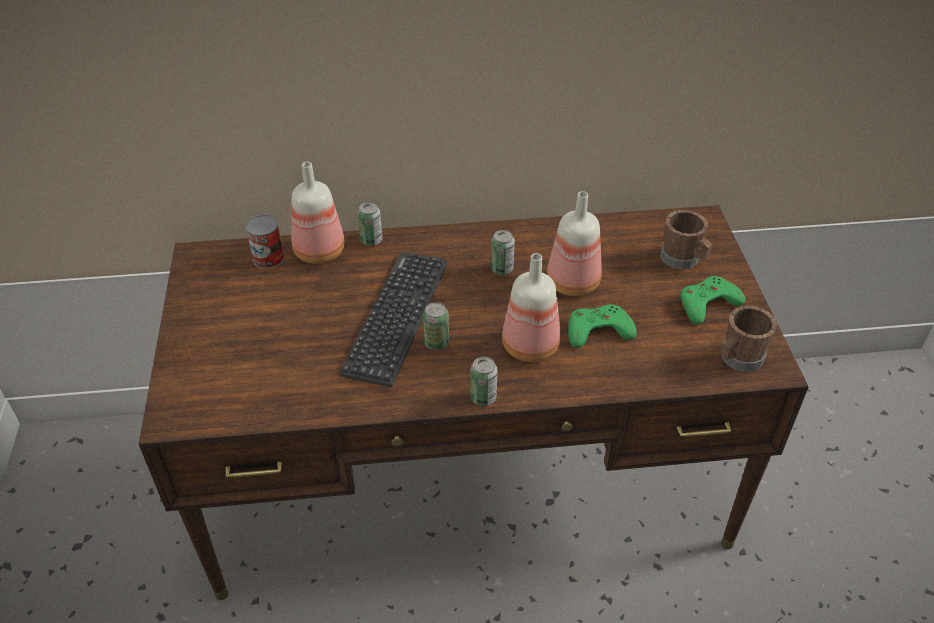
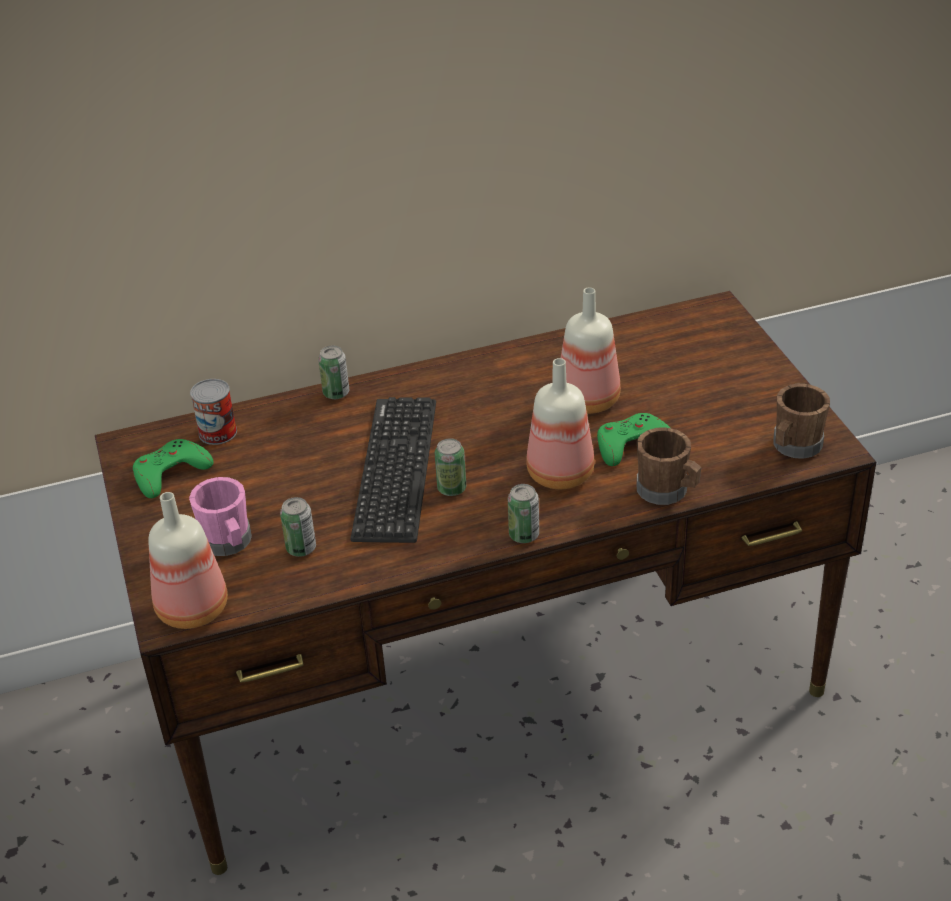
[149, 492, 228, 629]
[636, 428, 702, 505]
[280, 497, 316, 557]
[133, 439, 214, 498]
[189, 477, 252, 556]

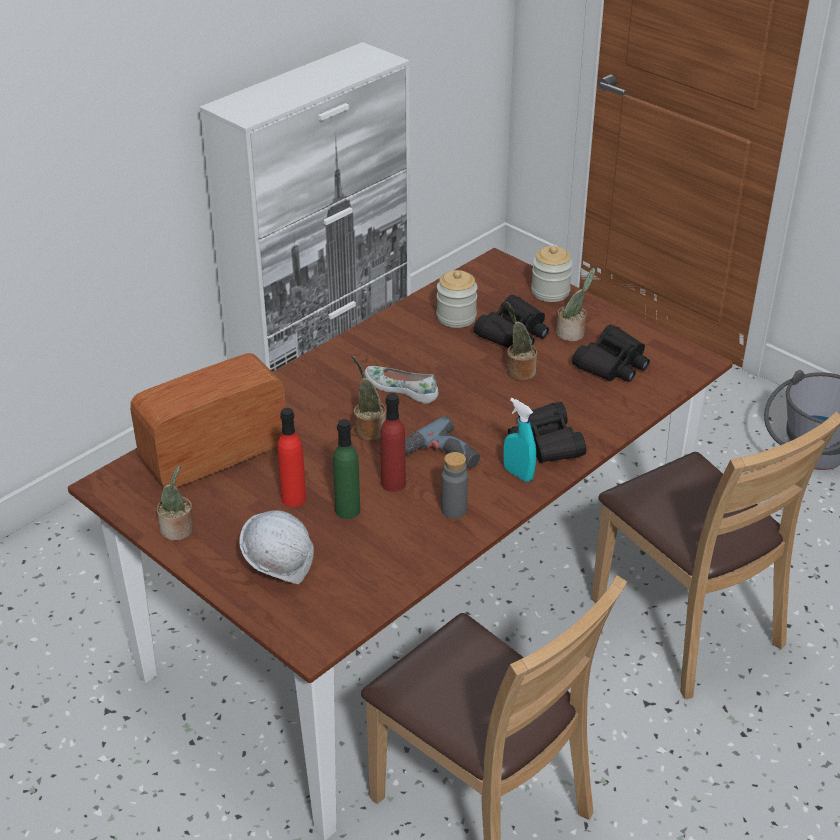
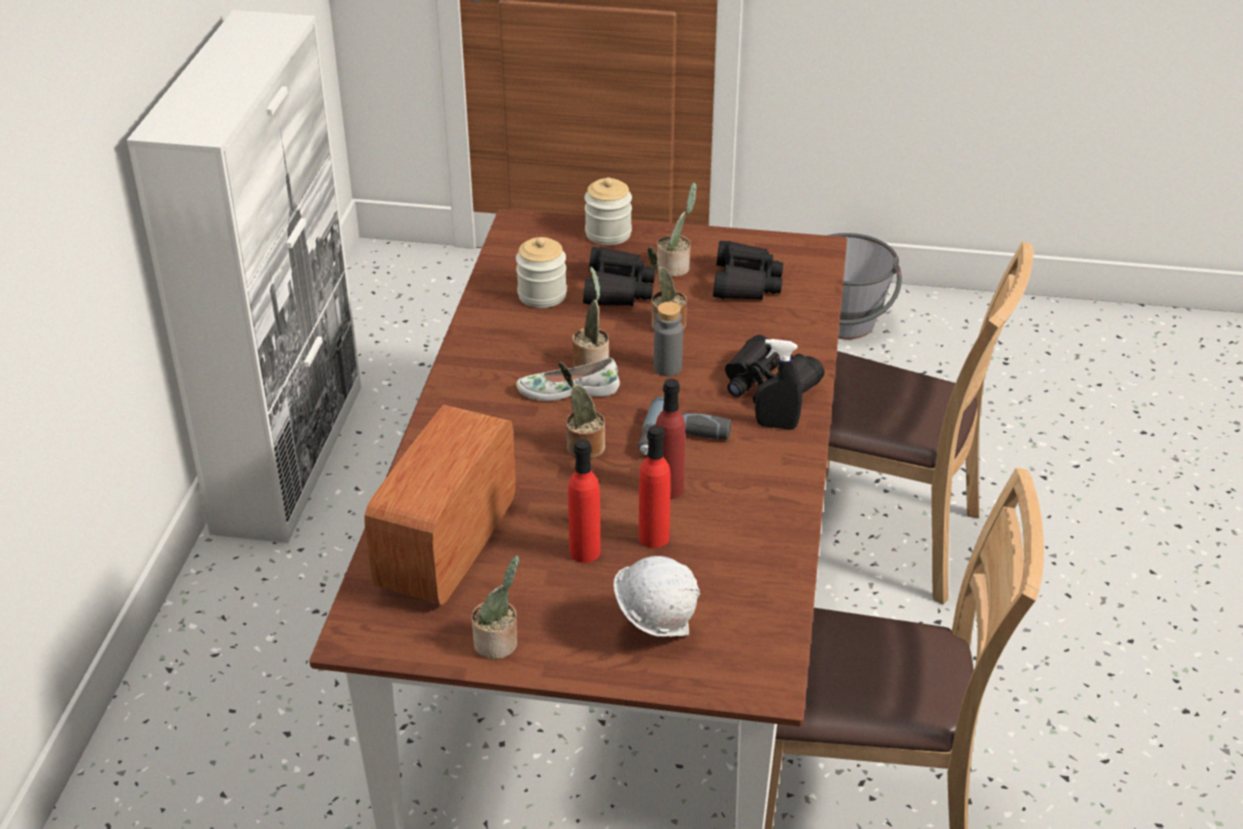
[755, 339, 802, 430]
[639, 425, 671, 548]
[654, 302, 683, 376]
[572, 267, 609, 367]

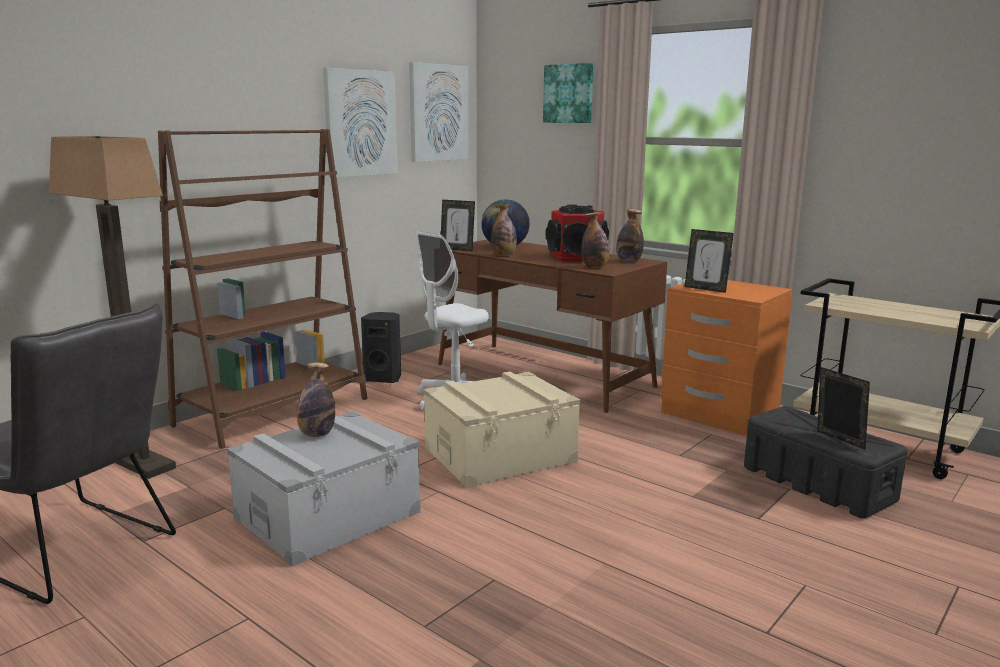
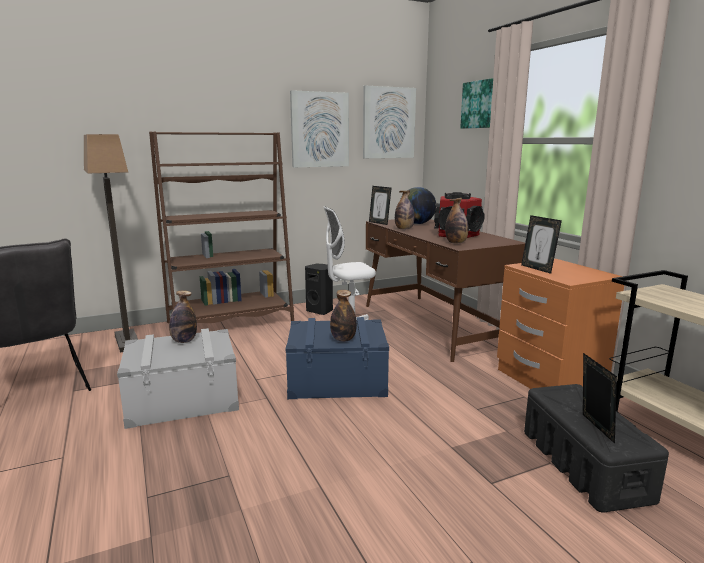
[330, 290, 357, 342]
[286, 317, 389, 399]

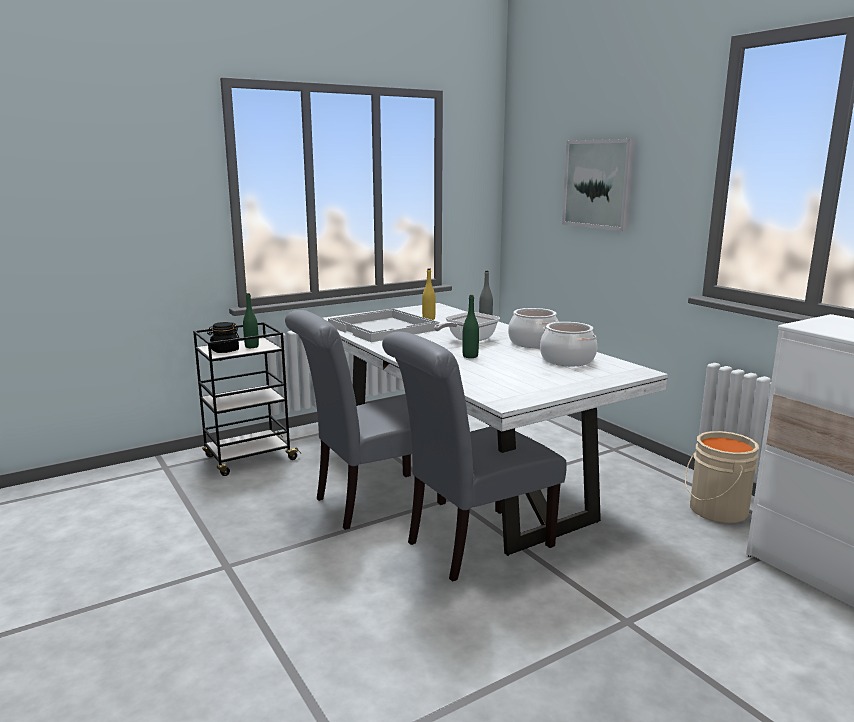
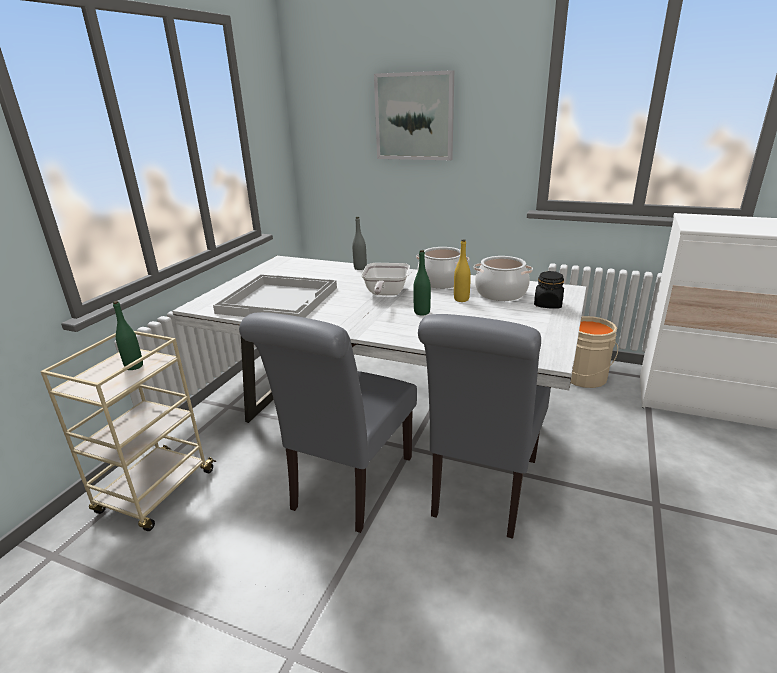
[454, 239, 471, 302]
[40, 331, 216, 531]
[534, 271, 564, 309]

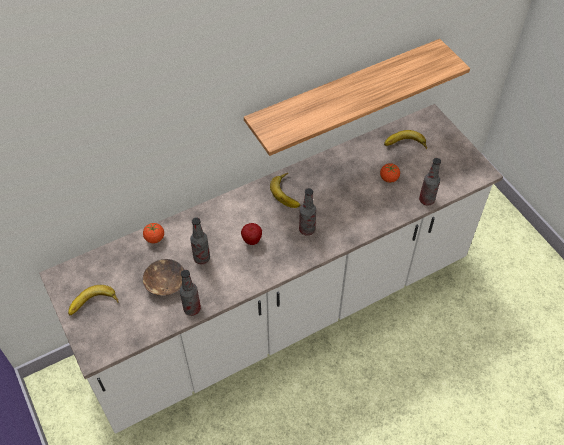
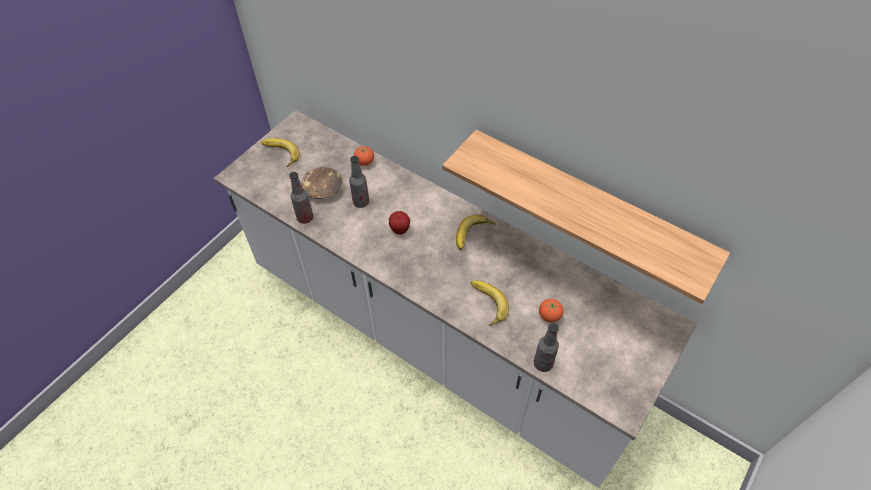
[471, 281, 509, 326]
[299, 188, 316, 236] (first image)

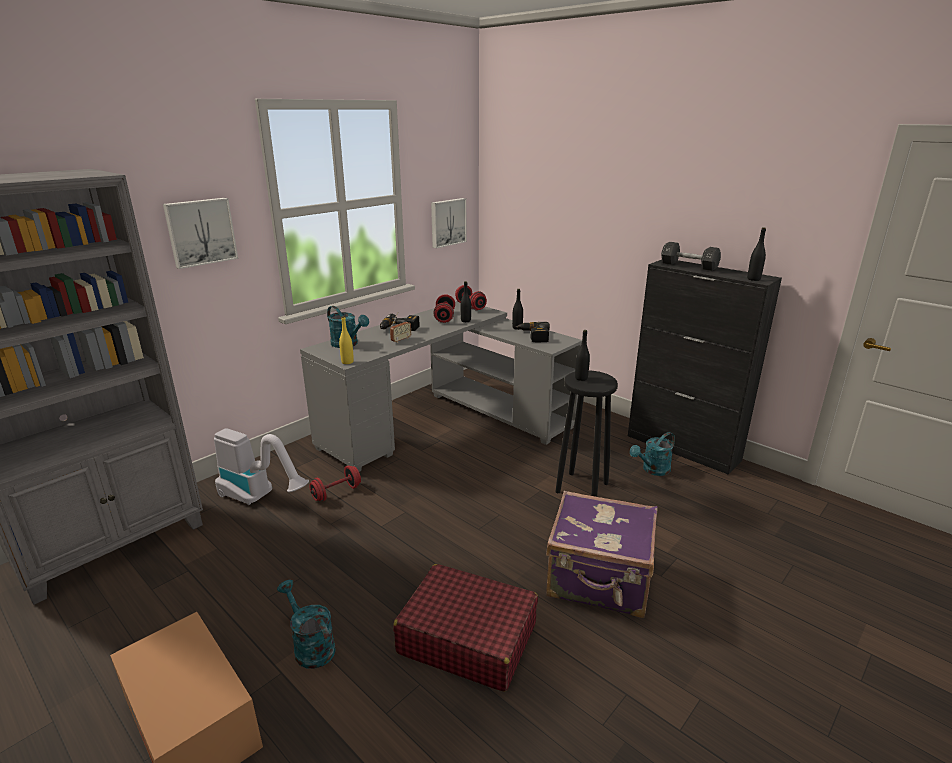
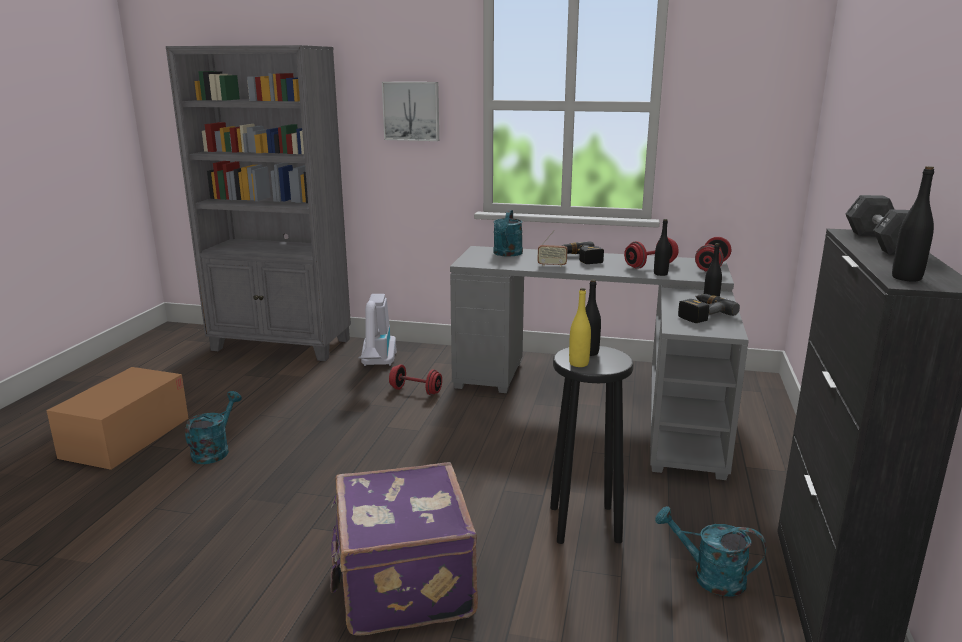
[431, 198, 467, 248] (first image)
[569, 288, 591, 367]
[393, 564, 538, 692] (first image)

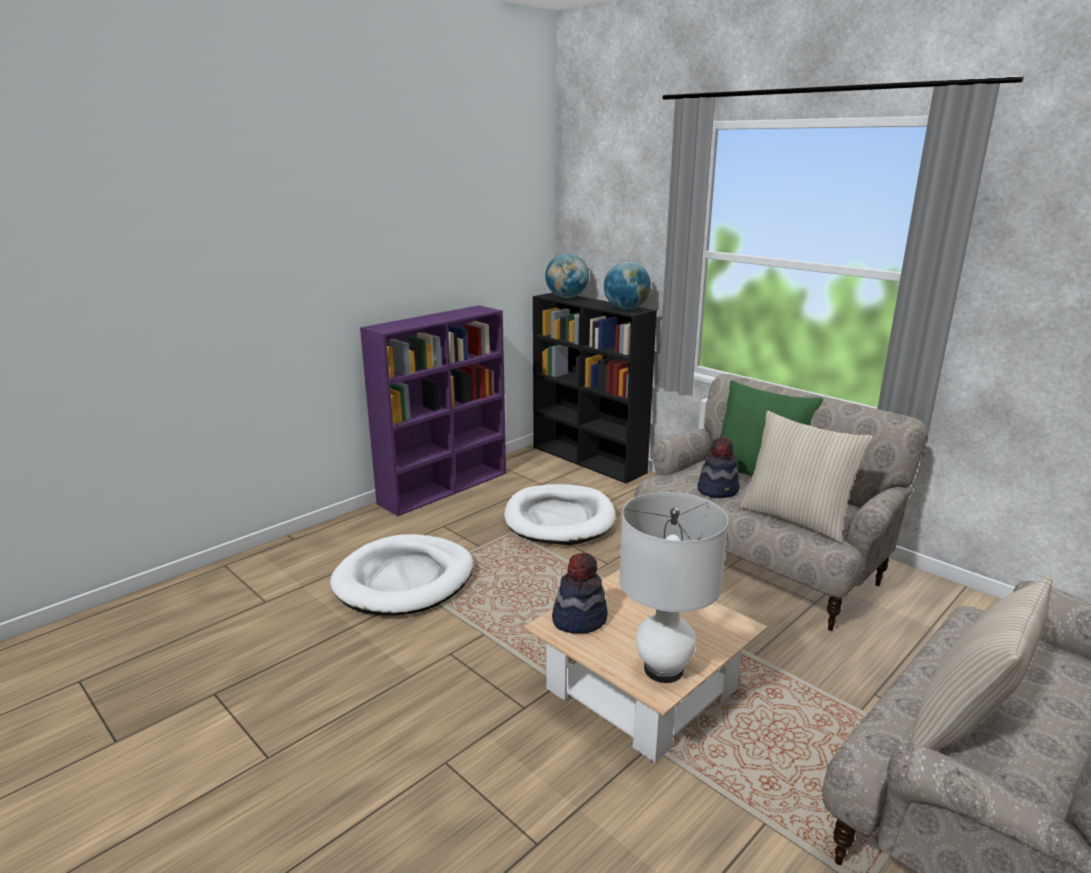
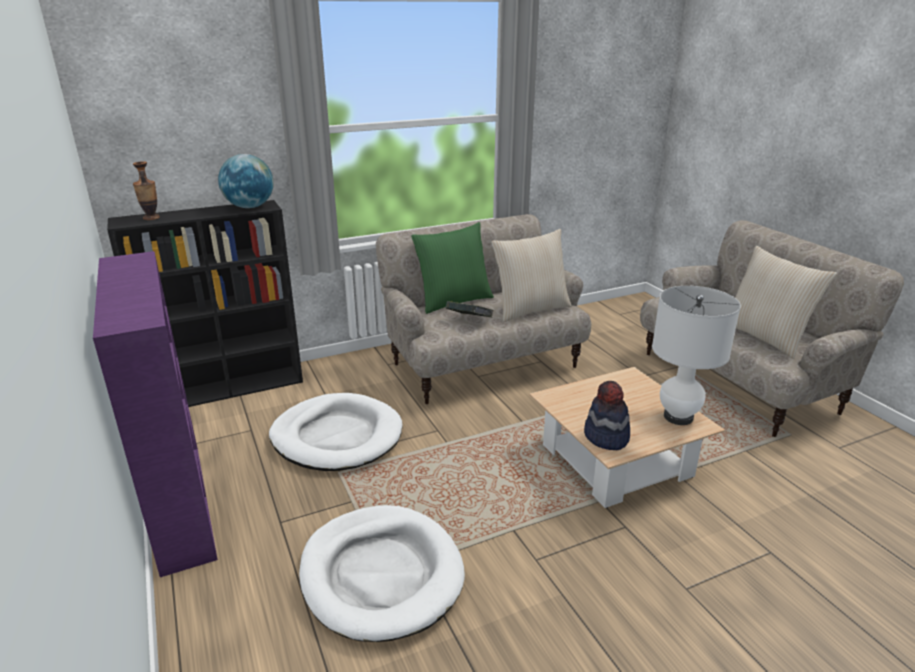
[133, 161, 160, 220]
[446, 301, 494, 317]

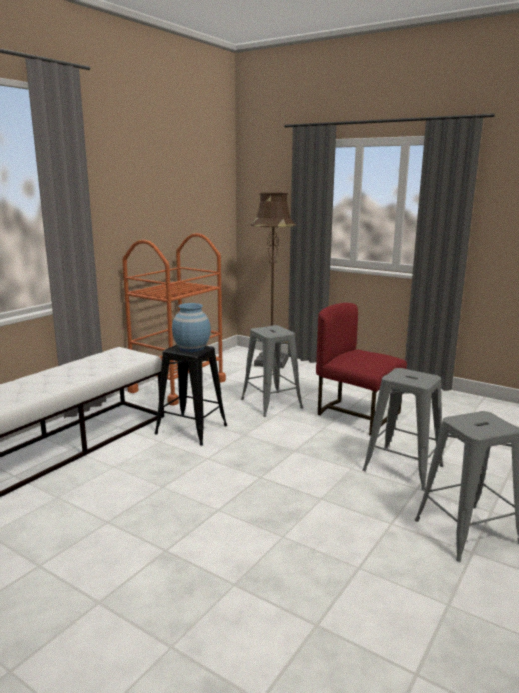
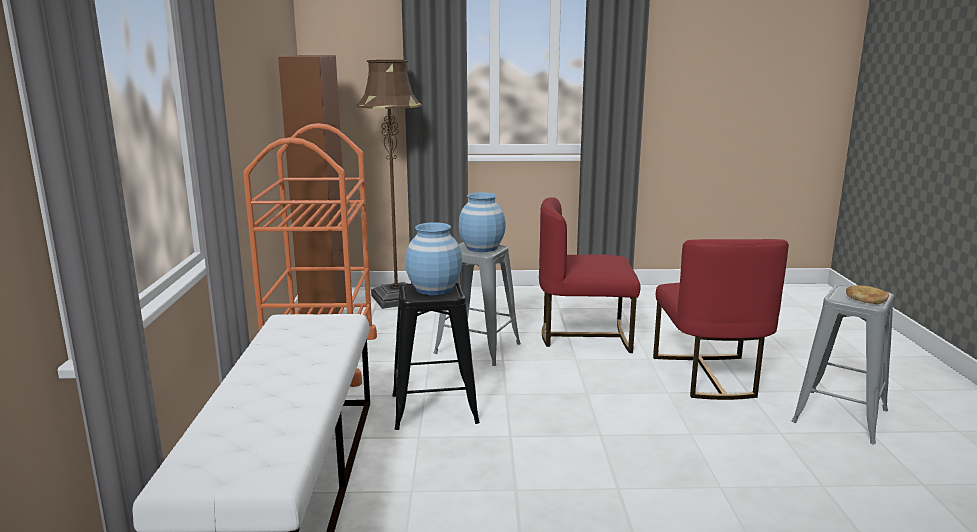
[653, 239, 789, 400]
[278, 55, 346, 315]
[459, 192, 506, 252]
[846, 285, 889, 304]

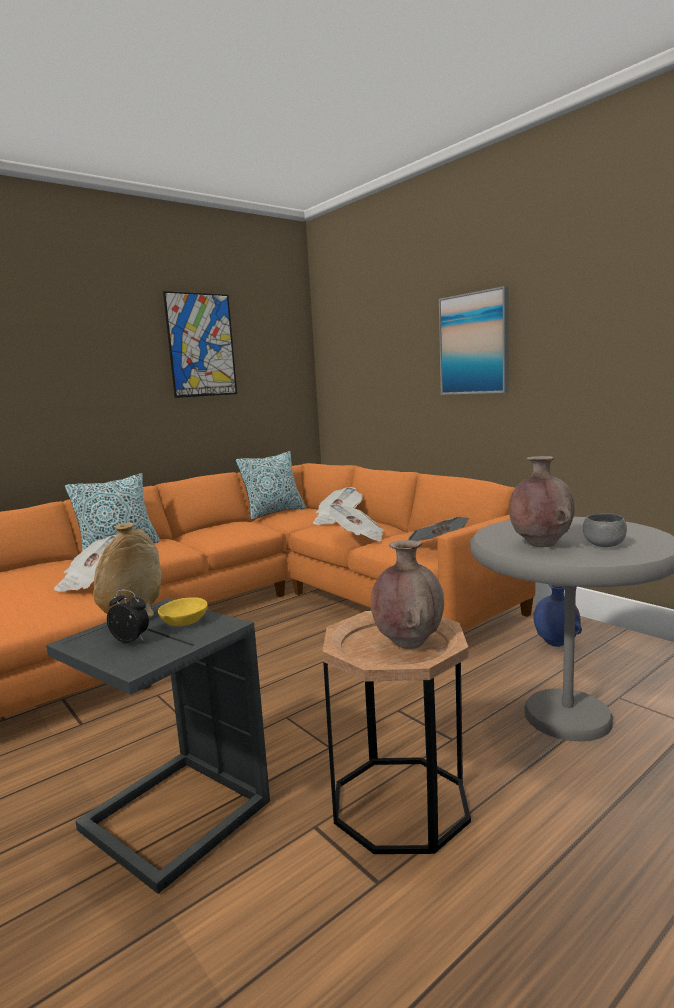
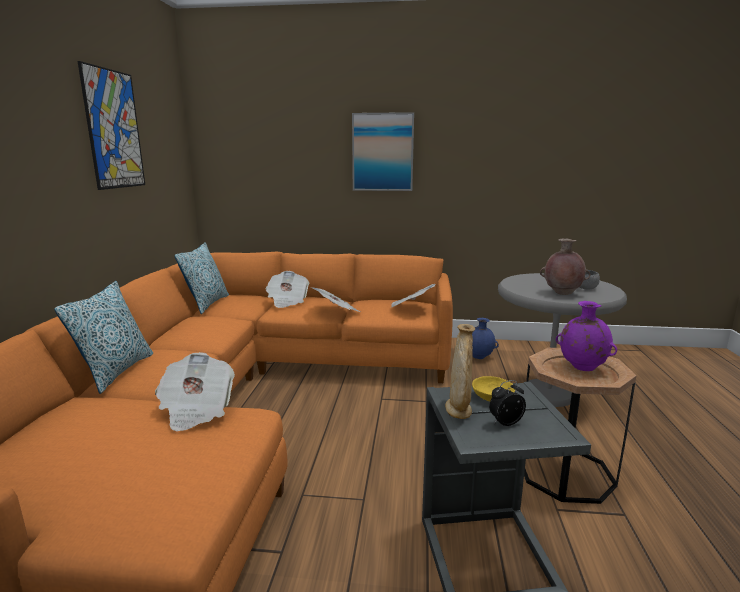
[556, 301, 617, 371]

